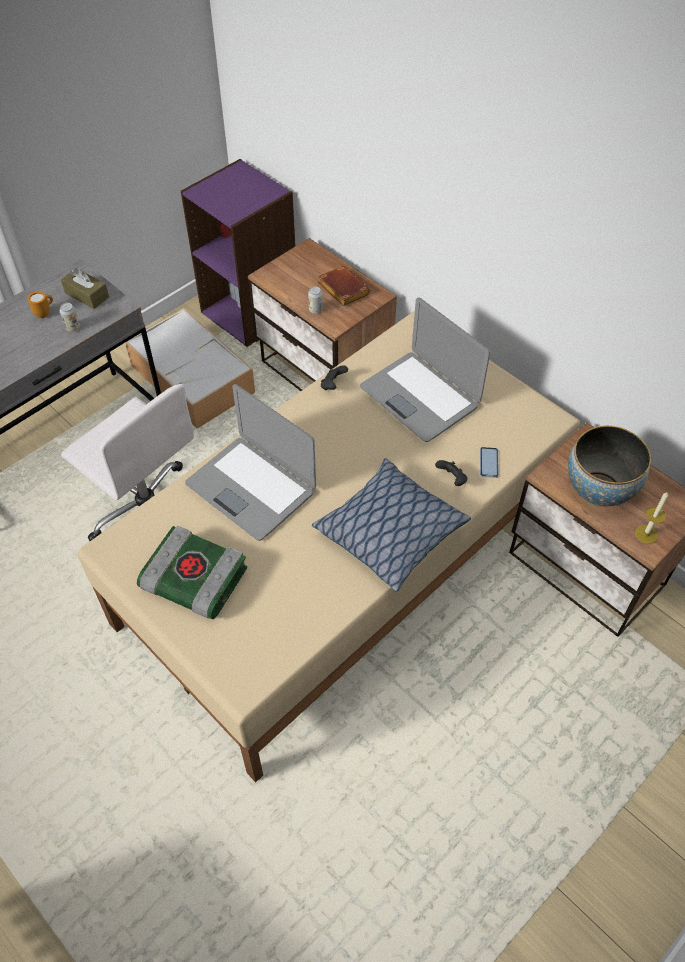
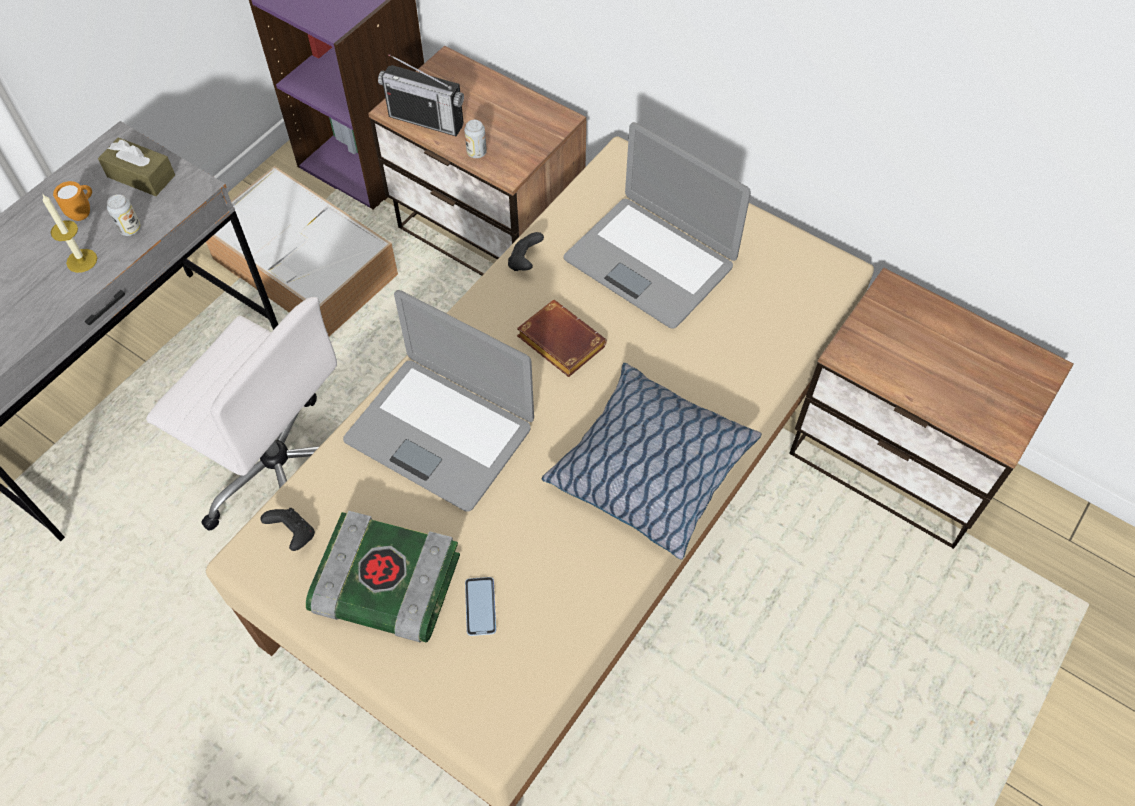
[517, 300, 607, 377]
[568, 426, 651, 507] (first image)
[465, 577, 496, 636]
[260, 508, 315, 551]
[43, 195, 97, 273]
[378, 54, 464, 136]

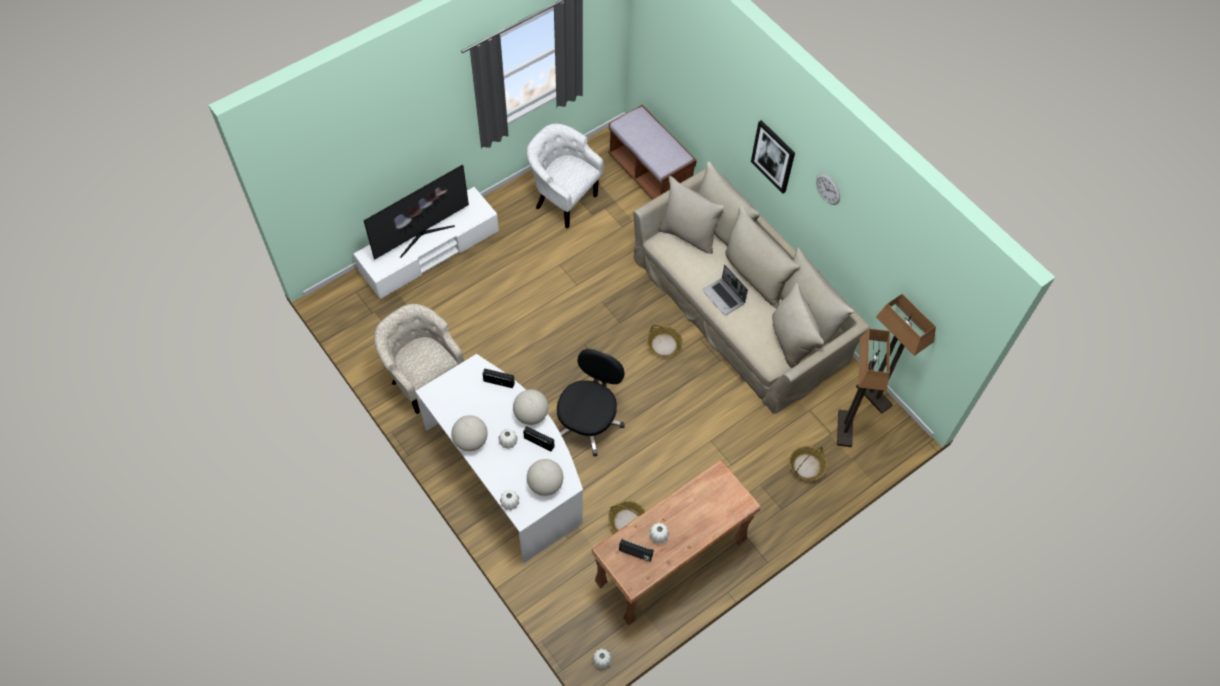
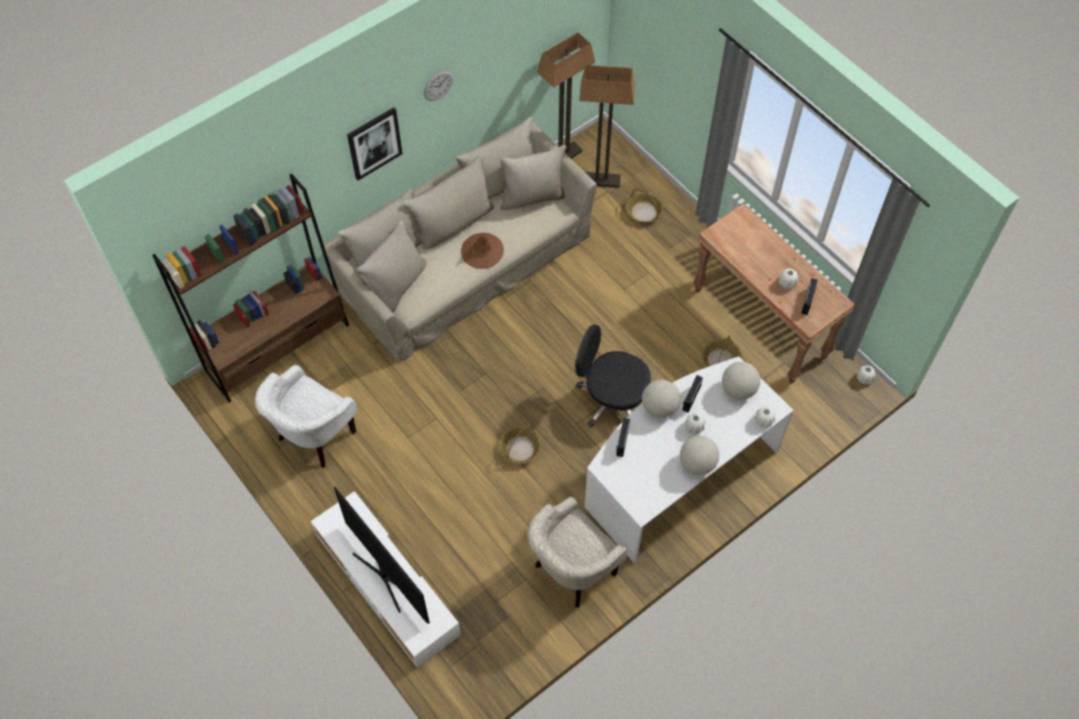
[152, 174, 349, 402]
[461, 233, 504, 269]
[499, 425, 541, 464]

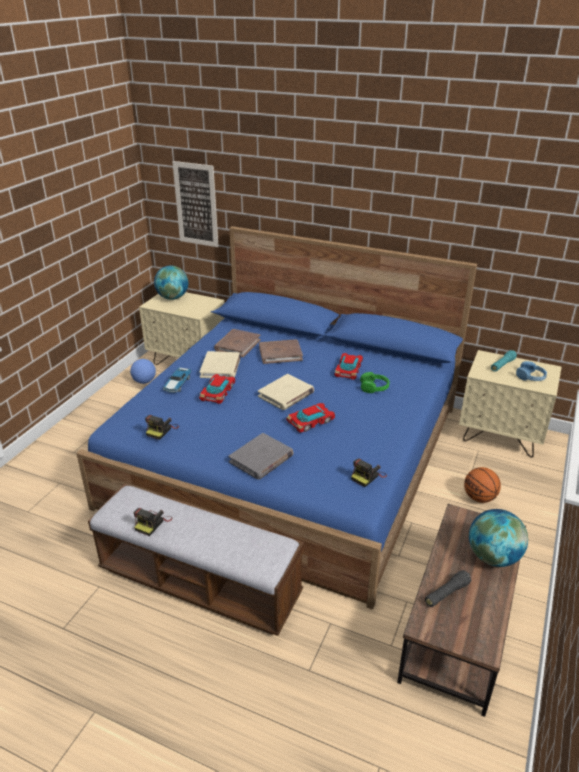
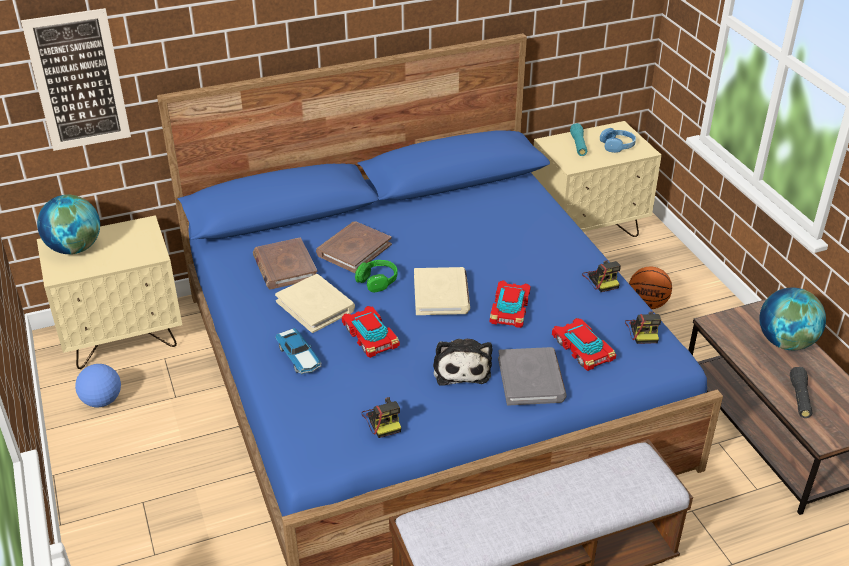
[552, 318, 616, 371]
[355, 260, 398, 292]
[582, 260, 621, 292]
[433, 339, 492, 386]

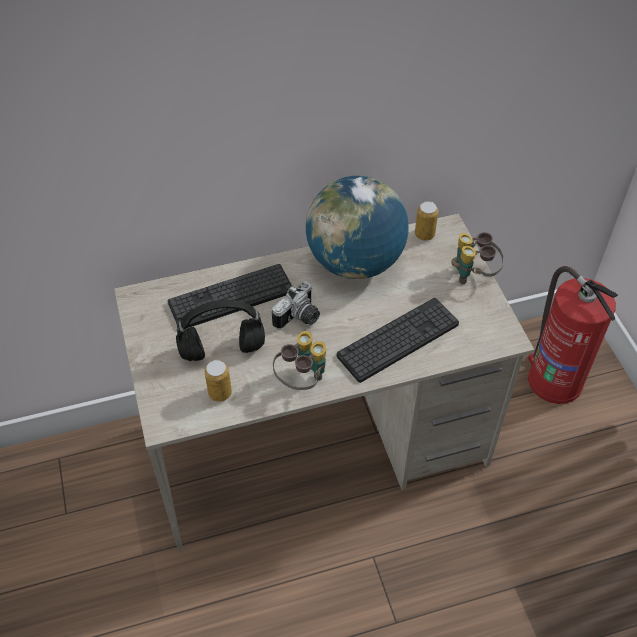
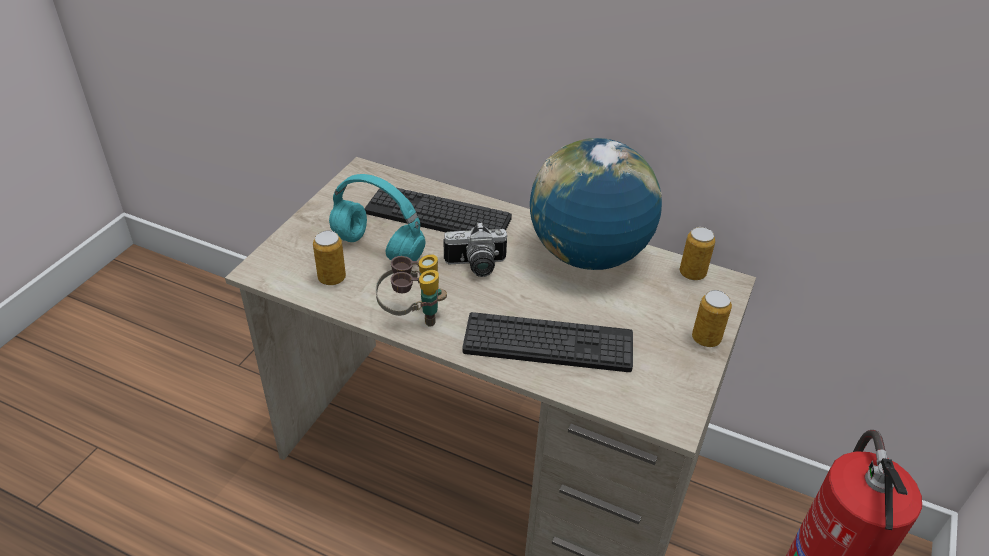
[692, 290, 732, 347]
[329, 174, 426, 261]

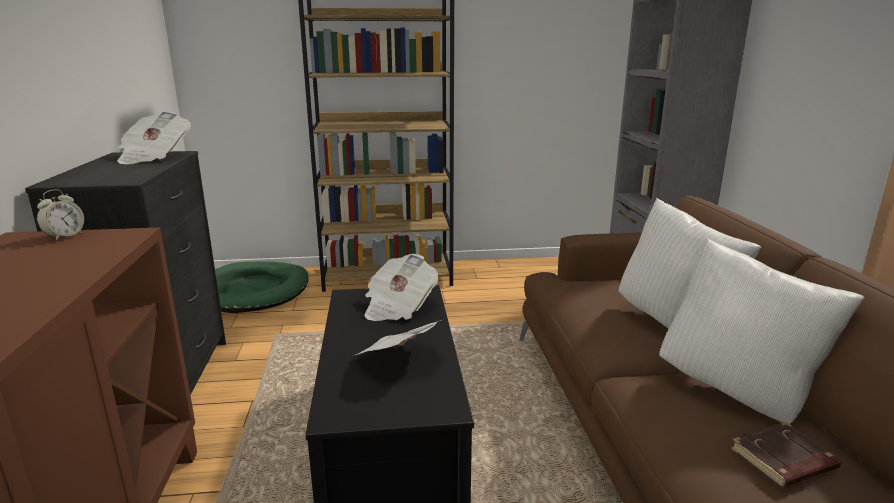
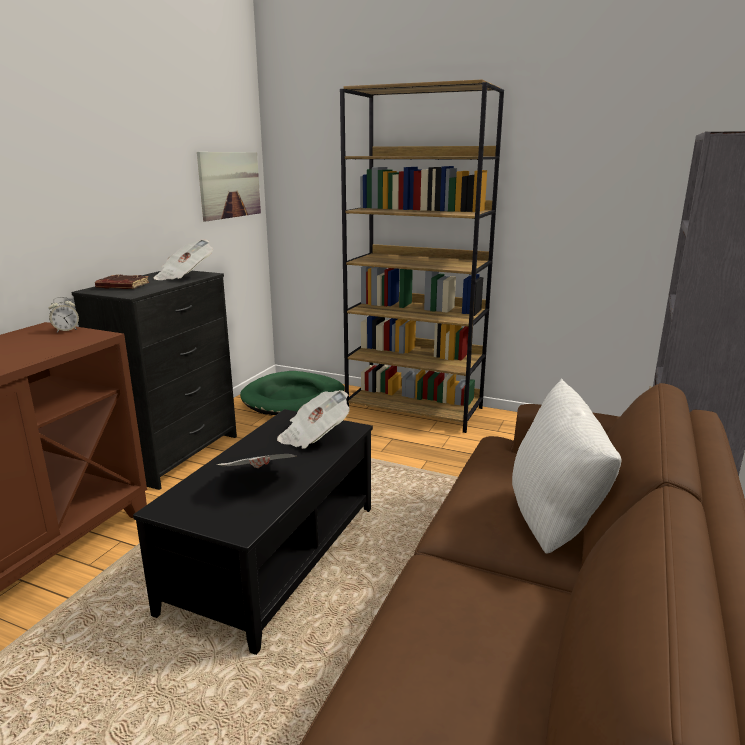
[659, 237, 865, 424] (first image)
[95, 275, 149, 289]
[197, 152, 261, 221]

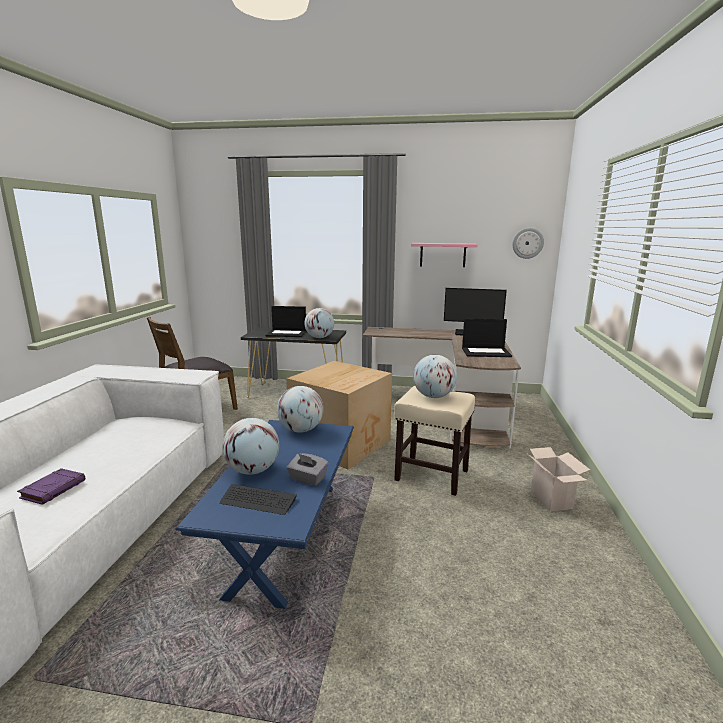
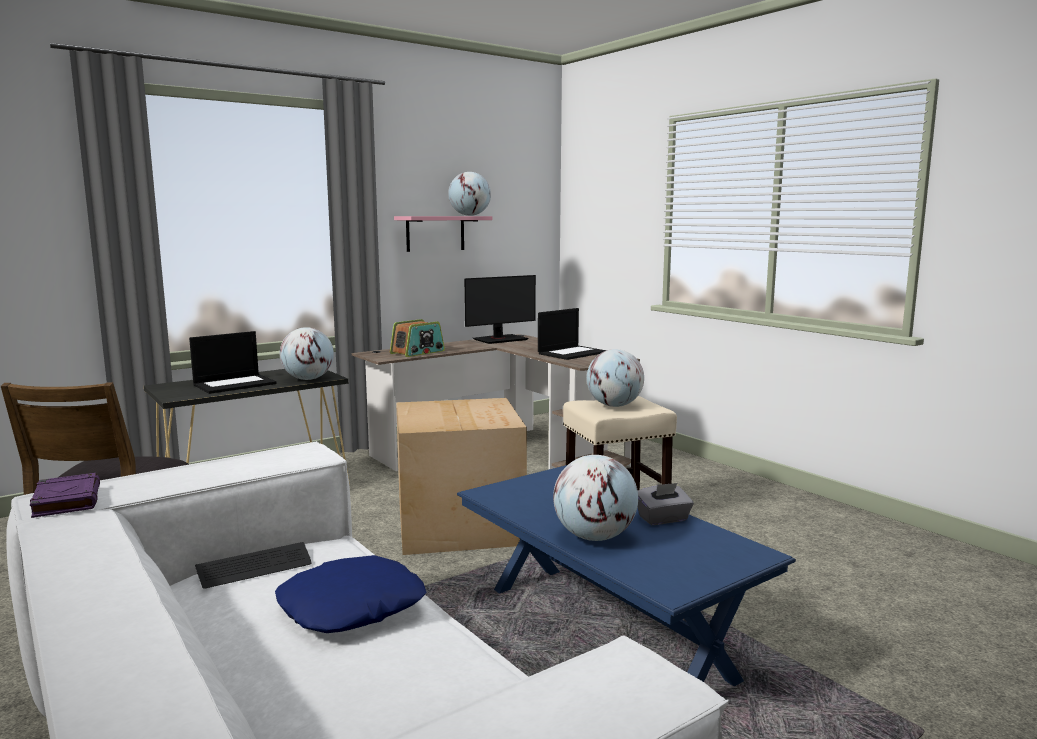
[513, 228, 544, 259] (first image)
[448, 172, 491, 216]
[528, 447, 590, 512] (first image)
[30, 473, 100, 518]
[195, 542, 312, 589]
[390, 319, 445, 357]
[275, 555, 427, 633]

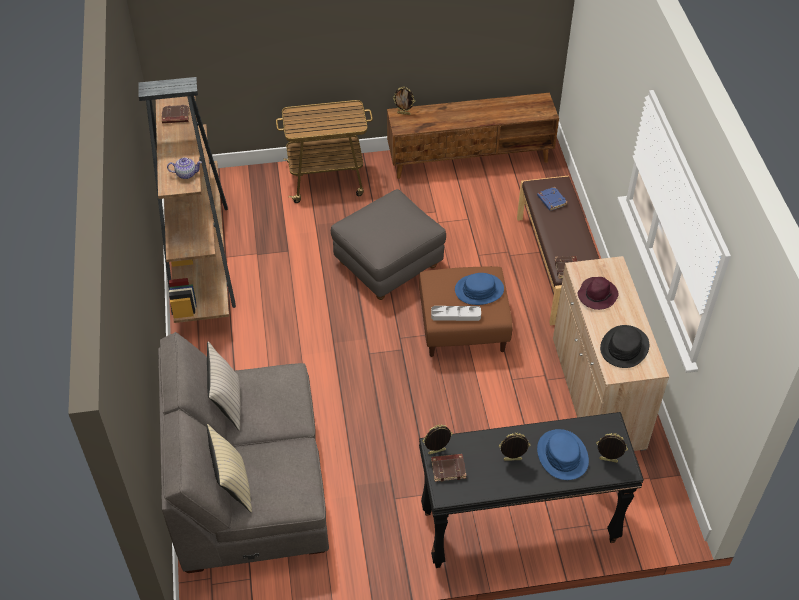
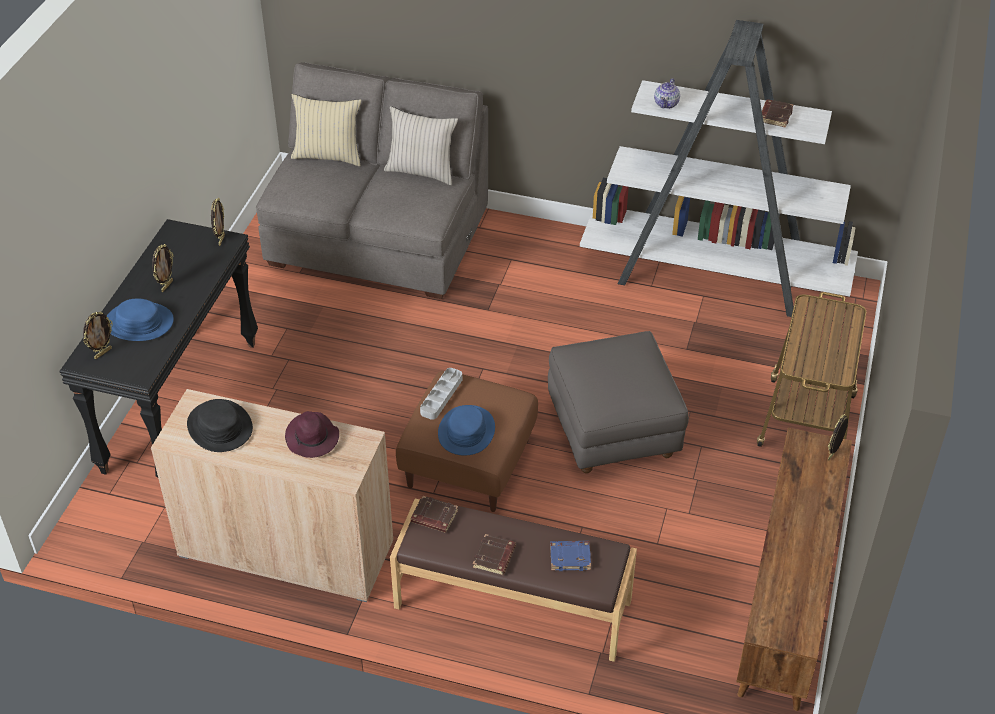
[580, 20, 858, 317]
[473, 534, 516, 575]

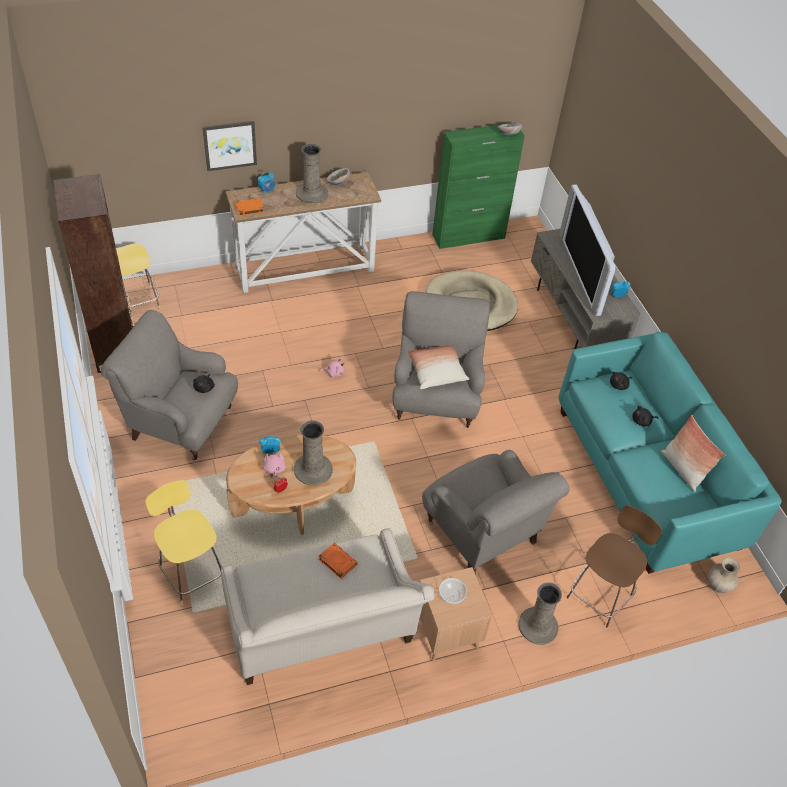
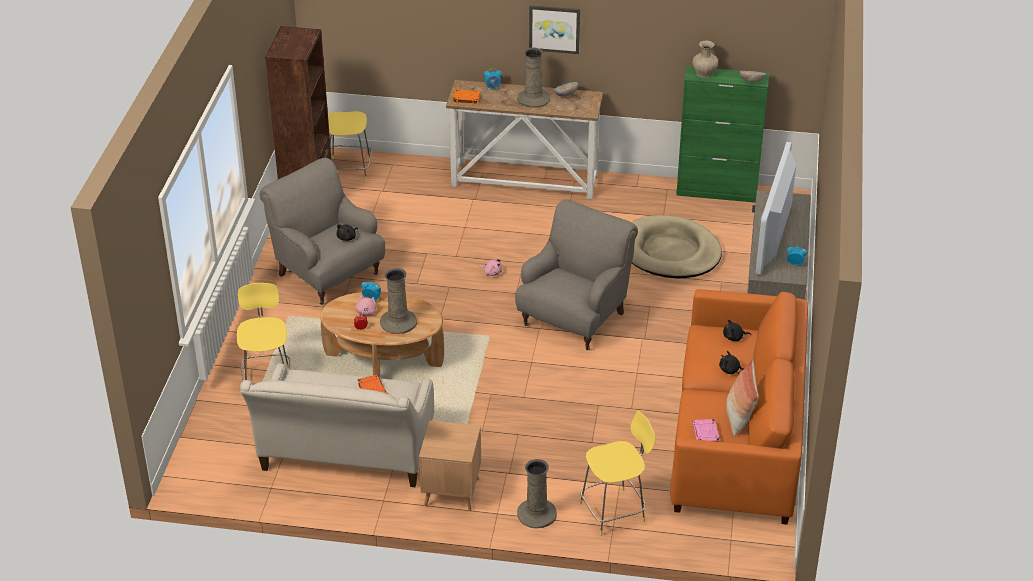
[529, 5, 580, 54]
[670, 289, 808, 525]
[408, 346, 469, 389] (first image)
[422, 450, 570, 575] (first image)
[580, 411, 656, 536]
[692, 41, 718, 78]
[439, 578, 467, 604] (first image)
[693, 419, 720, 442]

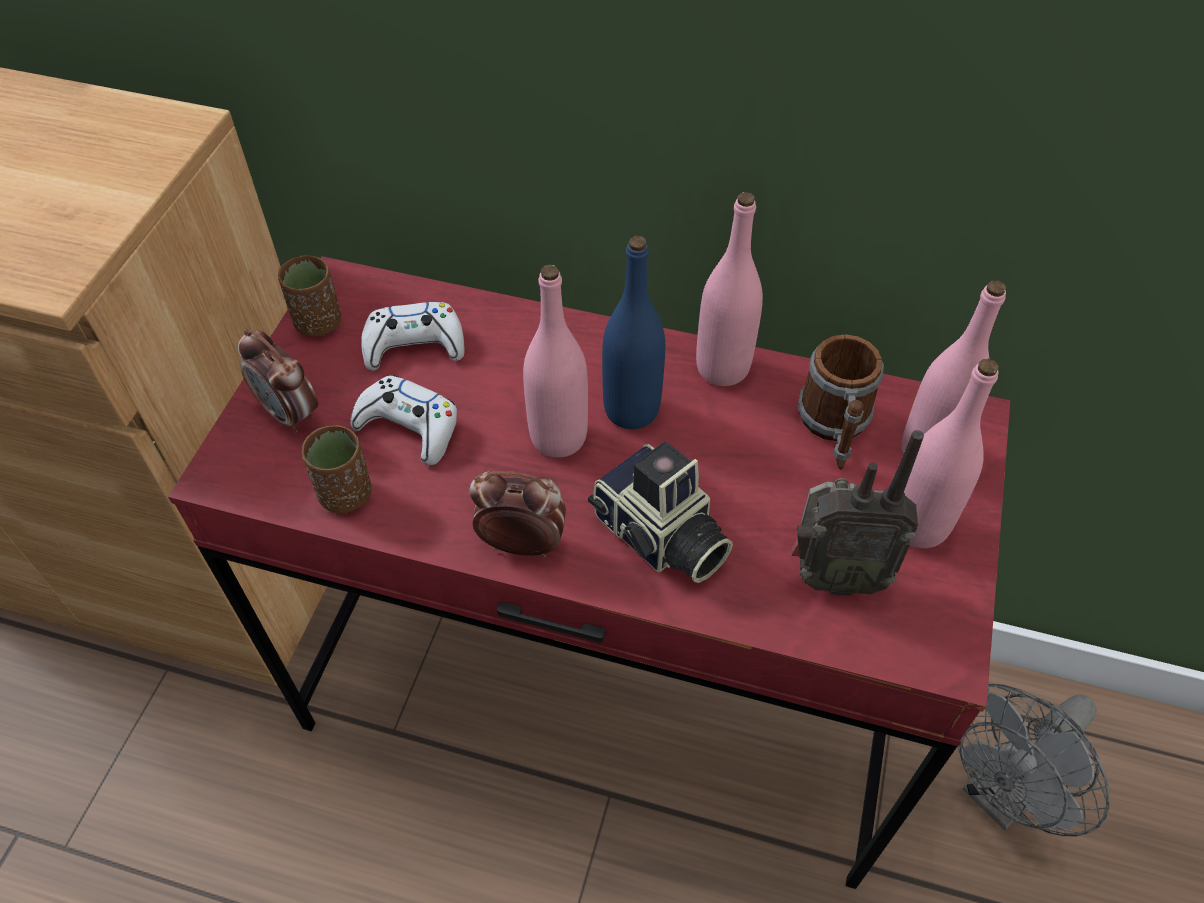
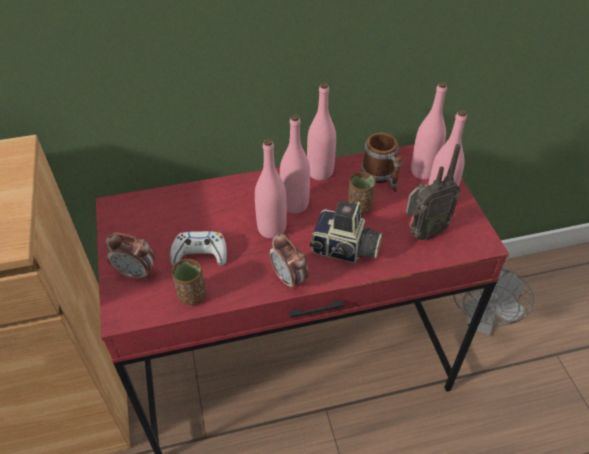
[280, 114, 310, 214]
[348, 172, 376, 214]
[361, 302, 465, 371] (first image)
[269, 232, 309, 291]

